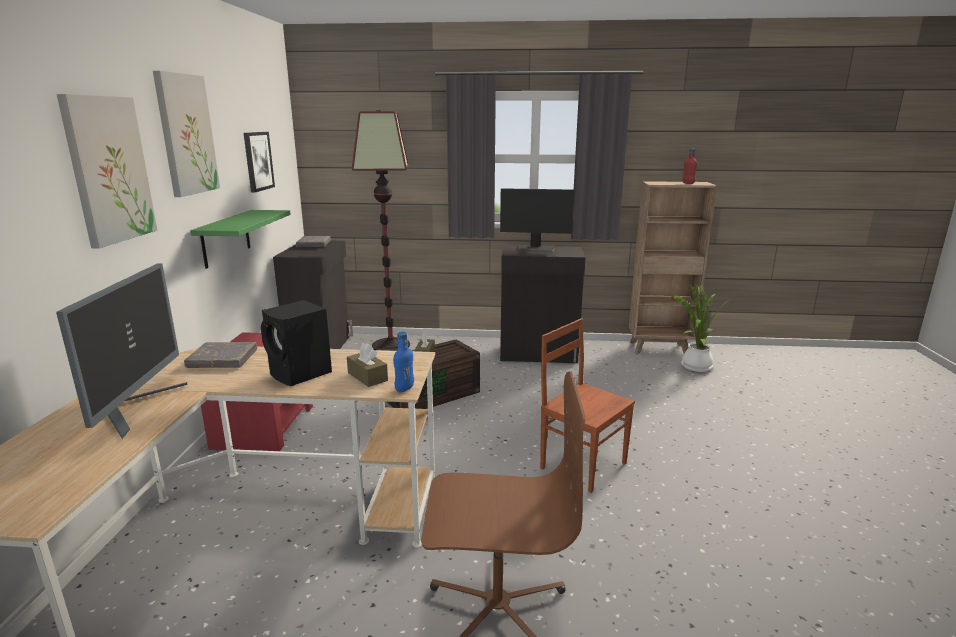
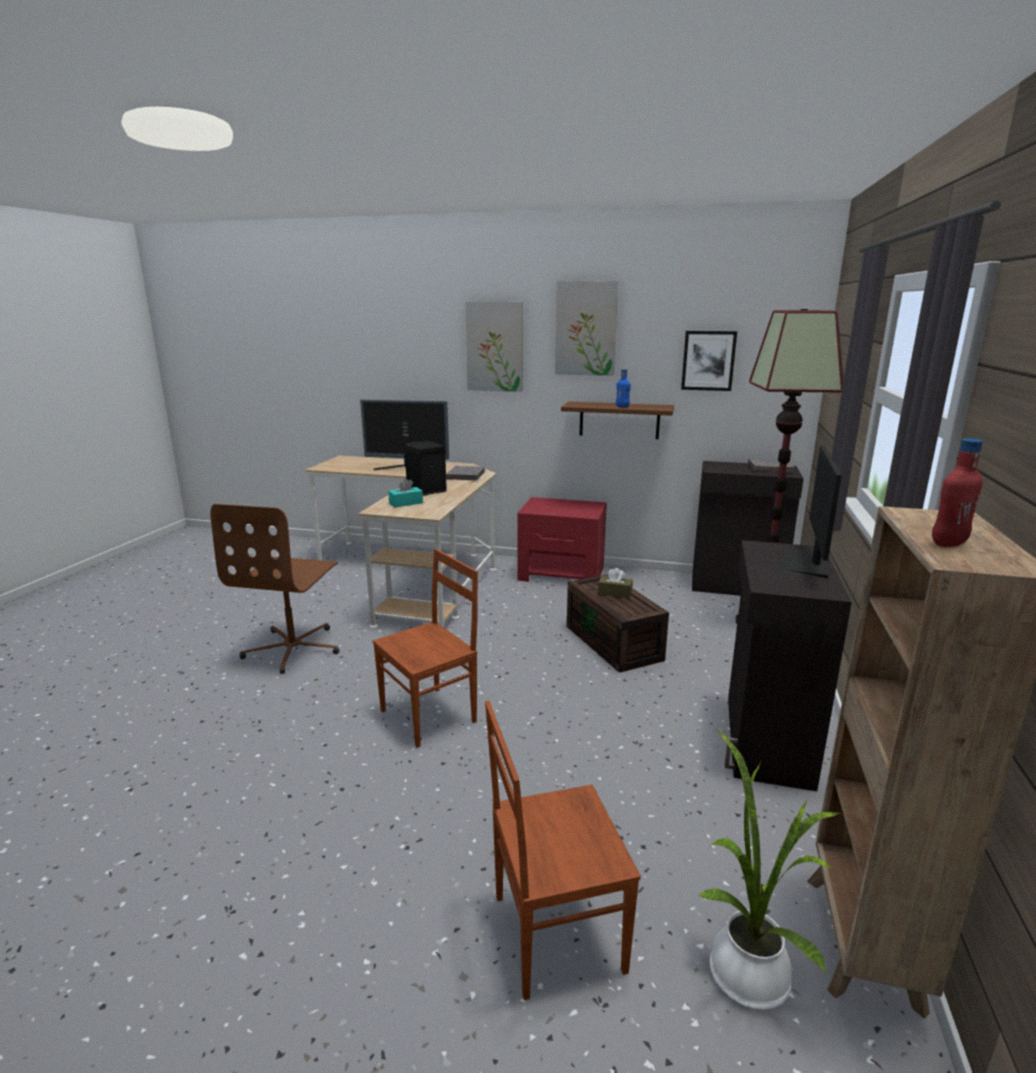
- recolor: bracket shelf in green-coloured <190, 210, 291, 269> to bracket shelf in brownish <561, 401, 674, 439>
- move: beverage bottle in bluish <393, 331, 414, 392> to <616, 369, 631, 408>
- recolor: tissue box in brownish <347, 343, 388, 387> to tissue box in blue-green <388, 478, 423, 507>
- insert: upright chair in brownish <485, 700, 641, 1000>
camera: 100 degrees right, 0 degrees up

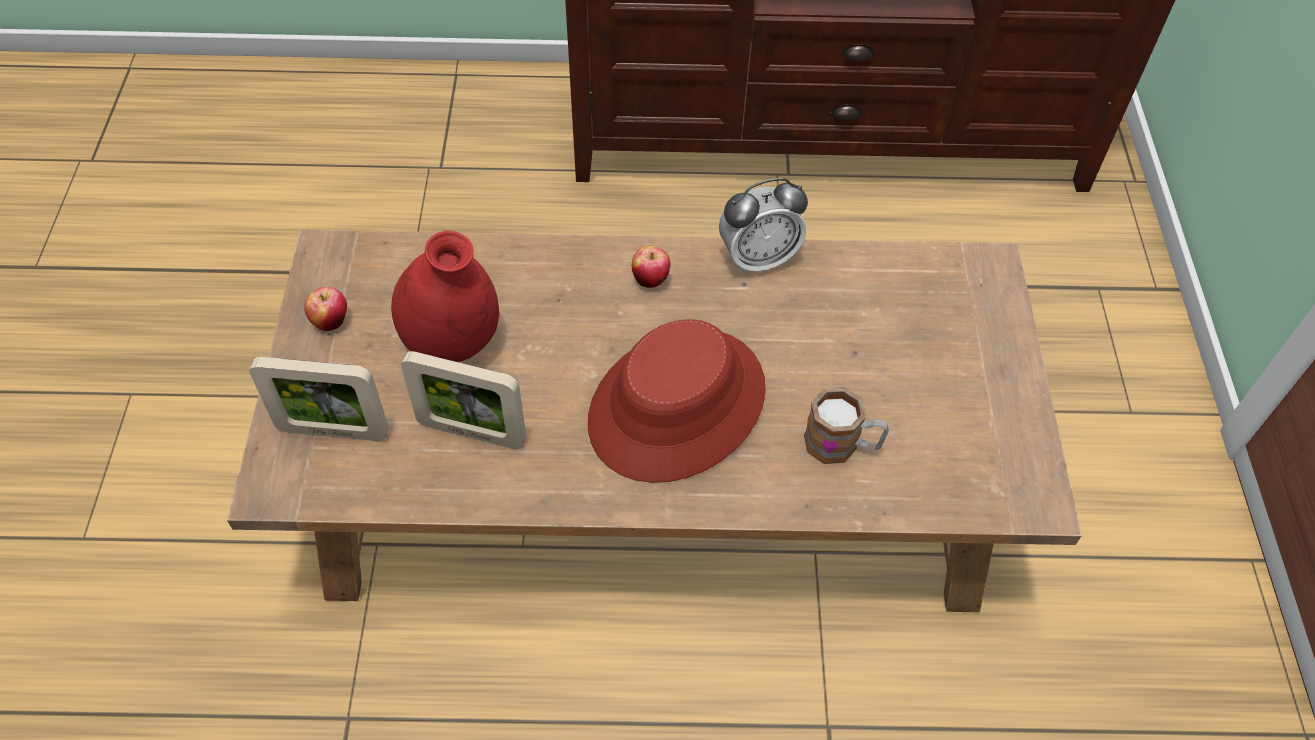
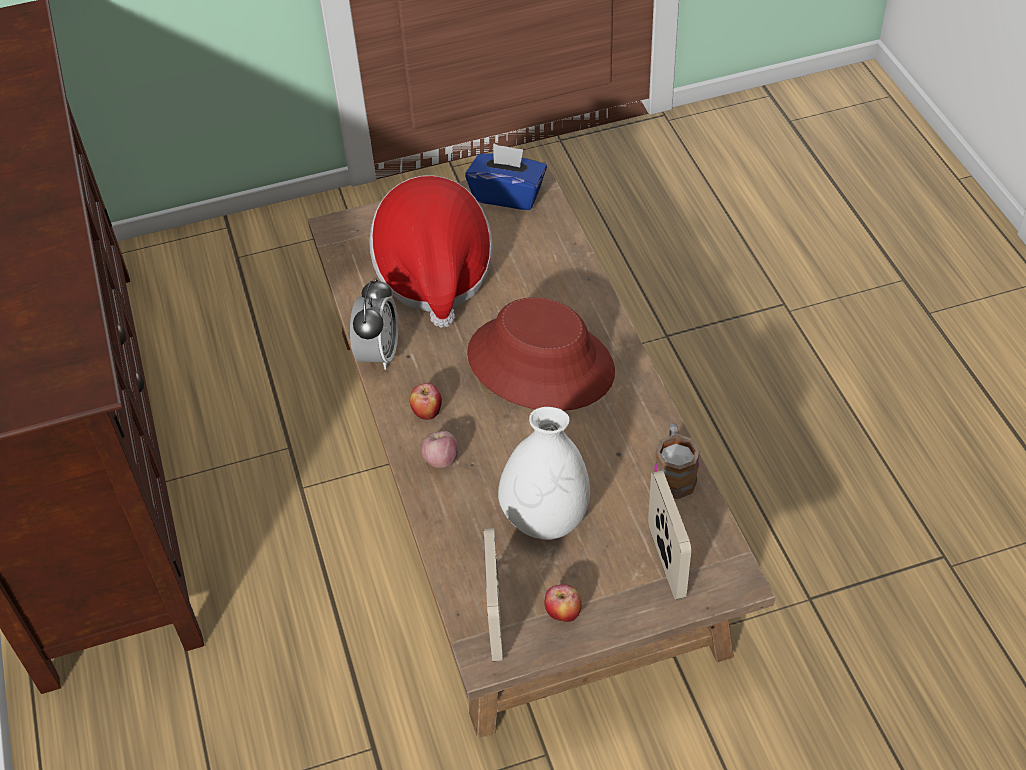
- rotate: alarm clock <719, 178, 808, 274> = <350, 278, 398, 370> 45 degrees clockwise
- recolor: flower vase in reddish <391, 230, 499, 362> to flower vase in white <498, 407, 590, 540>
- move: photo frame <401, 351, 526, 449> to <483, 528, 503, 661>
- move: mug <804, 387, 889, 464> to <654, 423, 700, 499>
- insert: tissue box in bluish <465, 143, 547, 210>
- insert: clothing hat <369, 175, 493, 328>
- insert: apple <421, 431, 458, 468>
camera: 105 degrees left, 5 degrees down

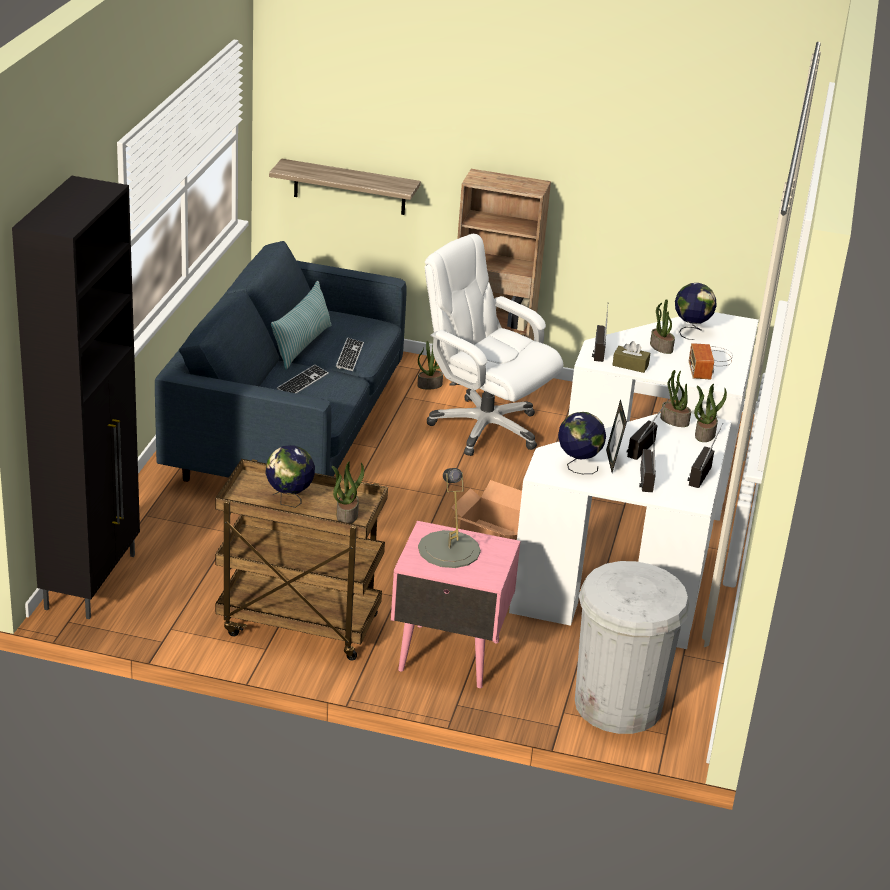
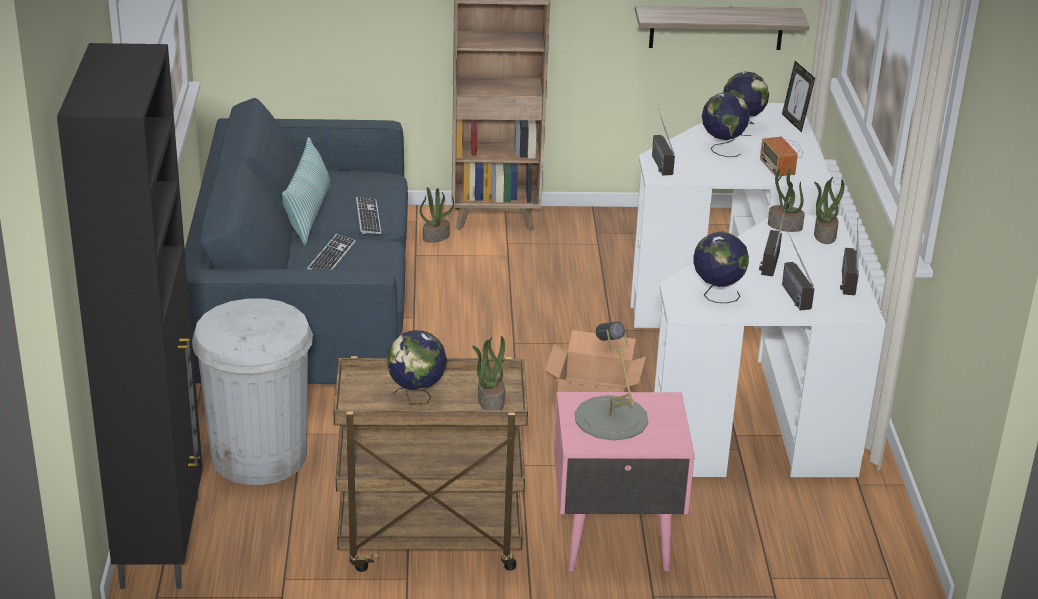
- move: bracket shelf <269, 159, 421, 215> to <635, 6, 810, 50>
- delete: desk chair in white <425, 234, 563, 456>
- replace: potted plant <650, 299, 675, 354> to globe <702, 92, 750, 157>
- delete: tissue box in brownish <612, 341, 650, 373>
- move: photo frame <606, 399, 627, 472> to <782, 61, 815, 133>
- move: rubbish bin in white <575, 561, 690, 734> to <192, 298, 313, 485>
camera: 15 degrees left, 0 degrees up

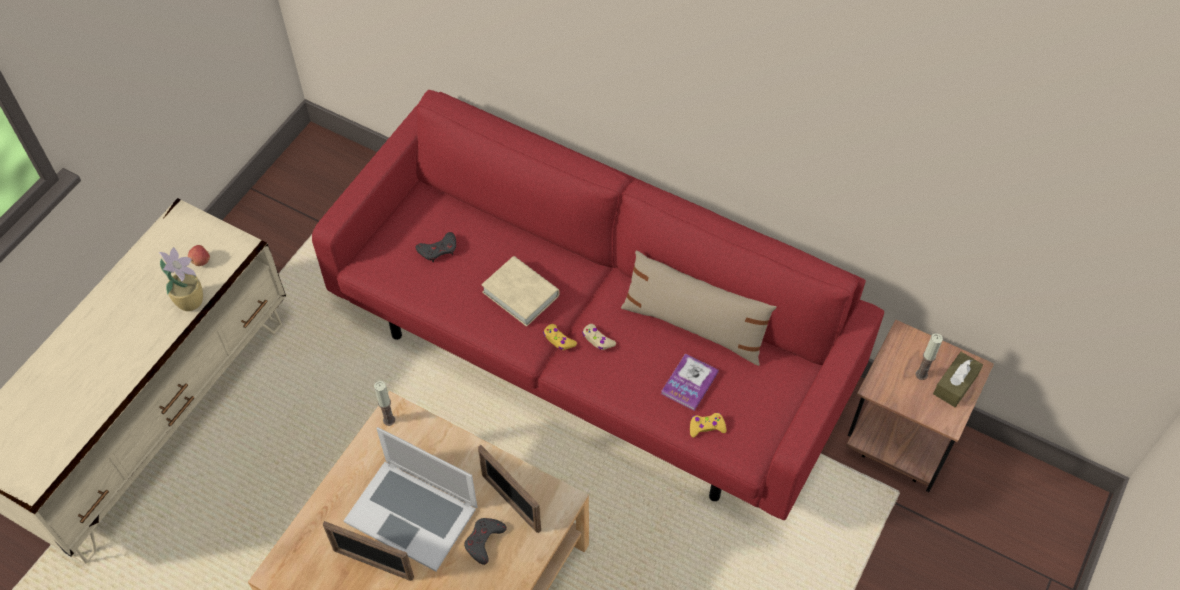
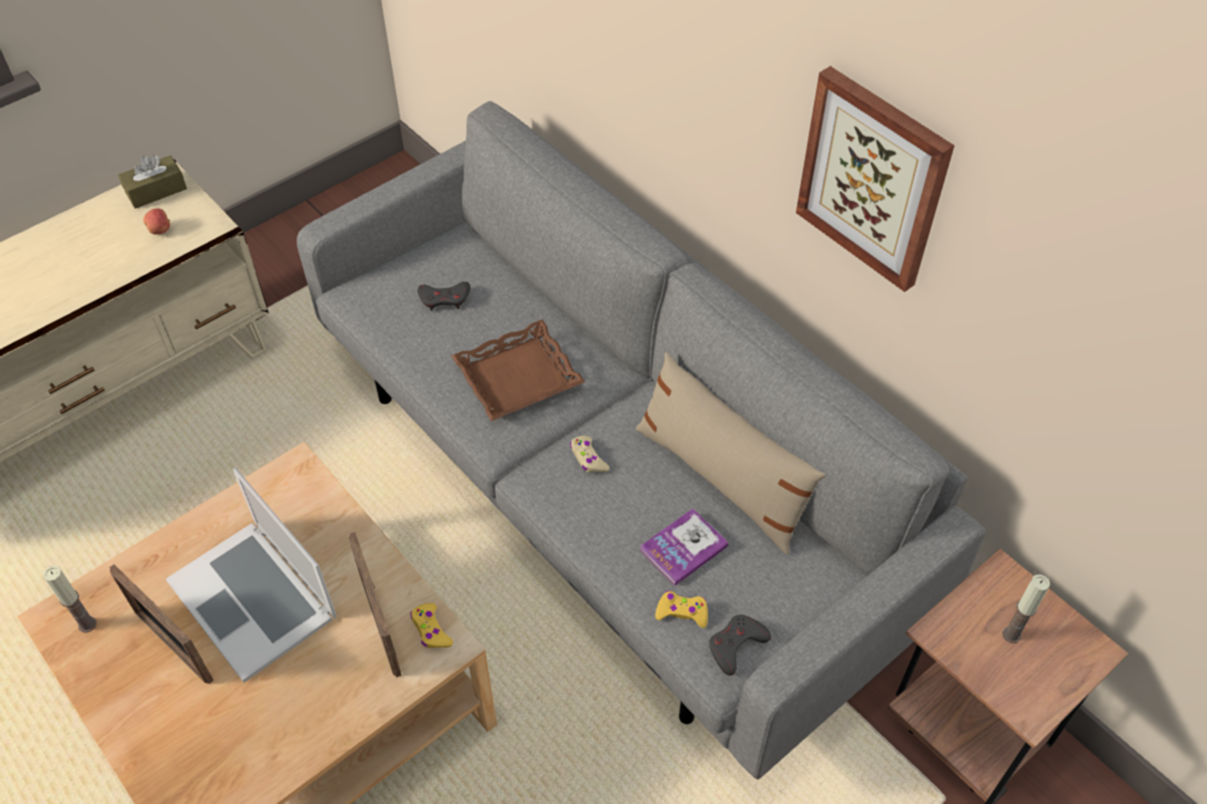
- recolor: couch in reddish <312, 90, 884, 520> to couch in greyish <297, 101, 985, 779>
- delete: potted plant <159, 247, 203, 311>
- replace: book in beige <481, 256, 560, 327> to serving tray in brownish <451, 320, 585, 421>
- move: game controller in yellowish <543, 324, 577, 350> to <410, 603, 453, 648>
- move: tissue box in brownish <933, 352, 983, 407> to <118, 155, 187, 209>
- move: wax light <374, 381, 395, 426> to <43, 566, 97, 633>
- move: game controller in greyish <464, 518, 507, 565> to <709, 615, 771, 676>
- insert: picture <796, 66, 955, 292>
camera: 20 degrees right, 5 degrees down

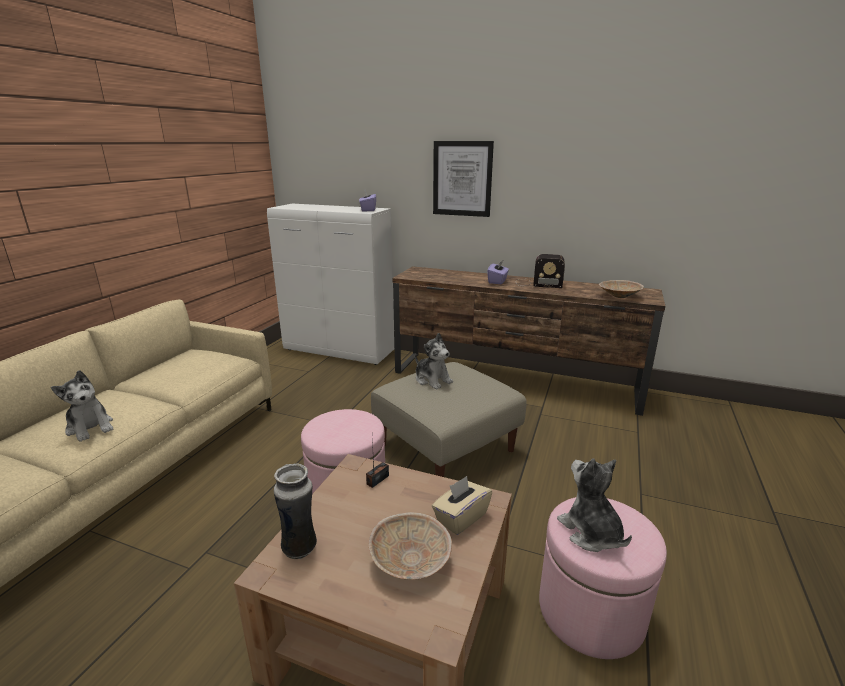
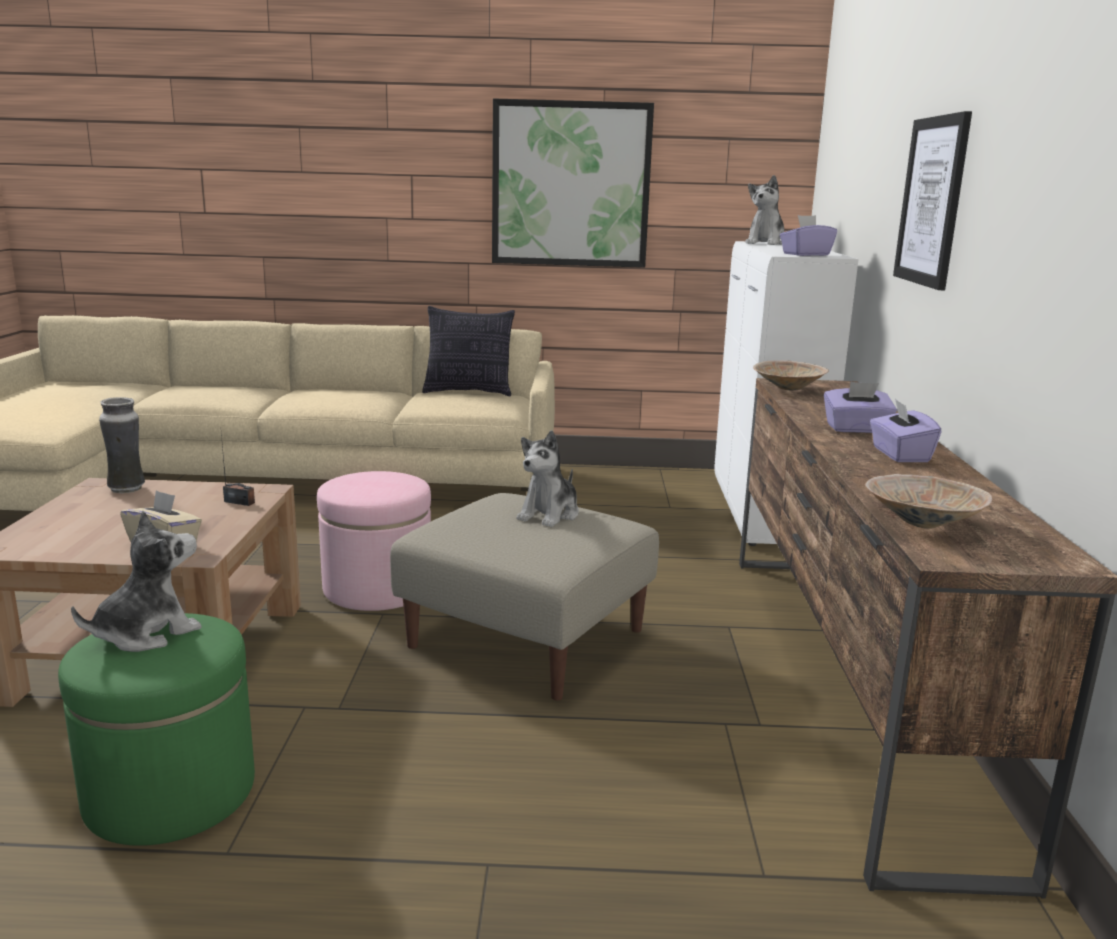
- replace: radio <516, 254, 565, 288> to tissue box in purple-coloured <870, 399, 942, 462>
- move: soft toy <51, 370, 113, 442> to <745, 175, 784, 245>
- recolor: pouffe in pink <539, 497, 667, 659> to pouffe in green-coloured <58, 613, 255, 846>
- move: bowl in beige <369, 512, 452, 580> to <753, 360, 829, 391>
- insert: picture <492, 98, 654, 268>
- insert: throw pillow <422, 306, 515, 396>
camera: 70 degrees right, 5 degrees down

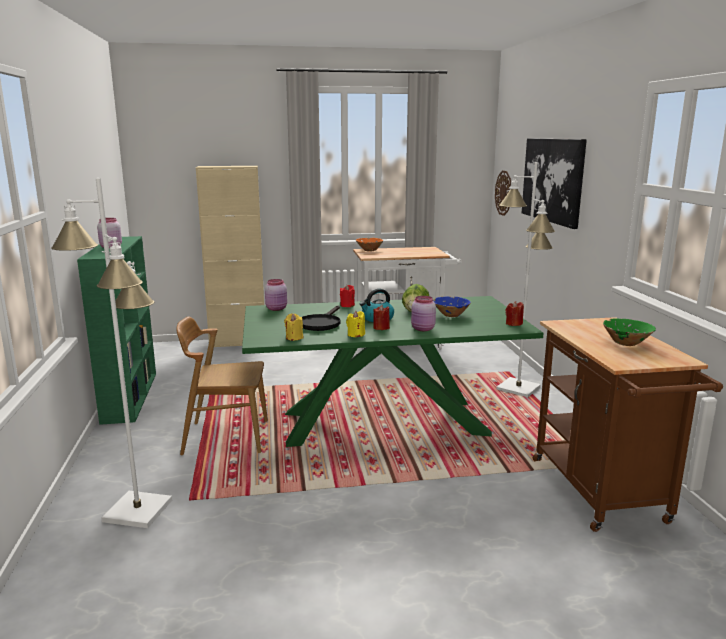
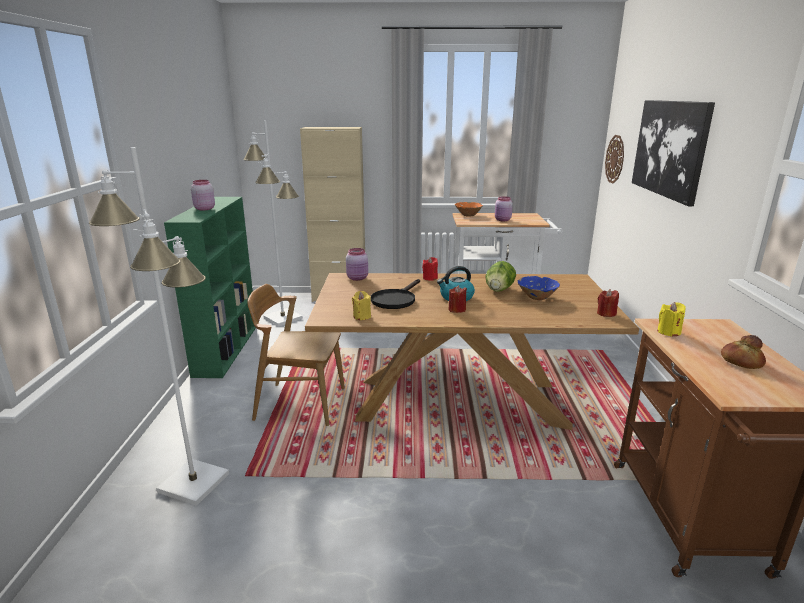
- move: standing lamp in white <496, 162, 555, 397> to <243, 120, 303, 327>
- recolor: kitchen table in green-coloured <242, 296, 544, 447> to kitchen table in brownish <305, 273, 639, 430>
- move: jar in pink <411, 296, 436, 331> to <495, 196, 513, 221>
- move: wax light in yellowish <346, 311, 365, 337> to <657, 302, 686, 337>
- replace: bowl in green-coloured <603, 319, 656, 346> to baked bread <721, 335, 766, 369>
camera: 10 degrees right, 5 degrees up

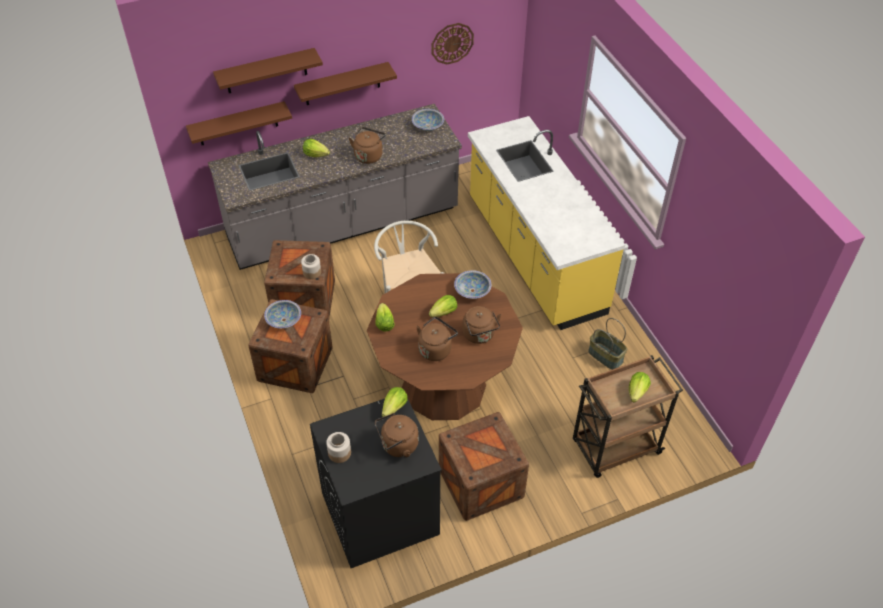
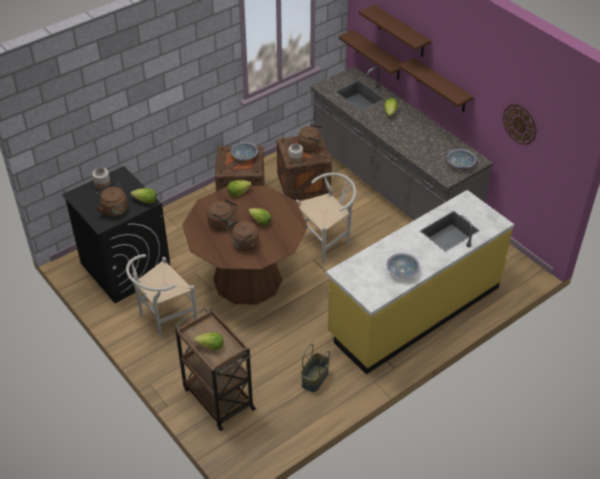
- move: water kettle in brownish <349, 127, 386, 164> to <298, 124, 323, 153>
- move: bowl <454, 270, 492, 299> to <387, 253, 420, 278>
- replace: packing crate <439, 412, 529, 521> to upright chair in white <126, 254, 197, 337>
camera: 75 degrees right, 5 degrees down

